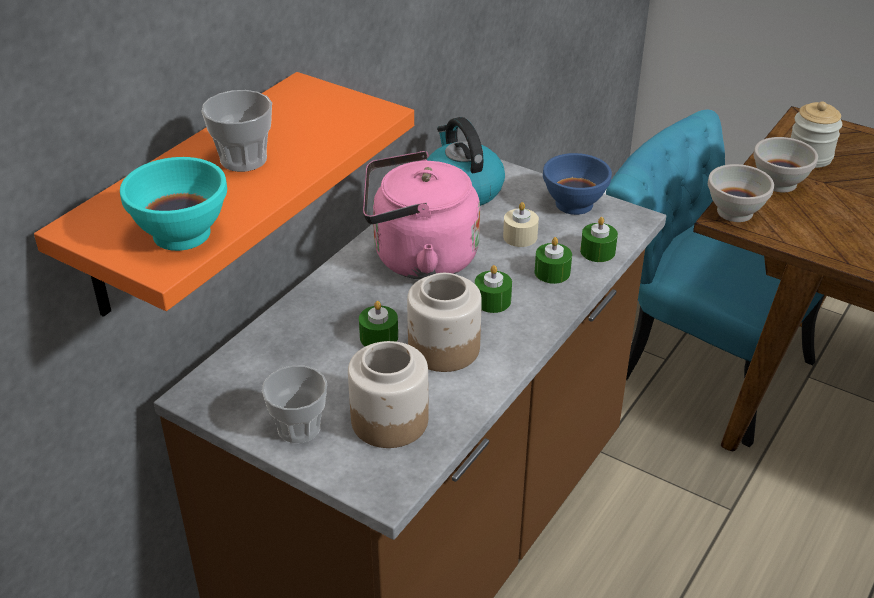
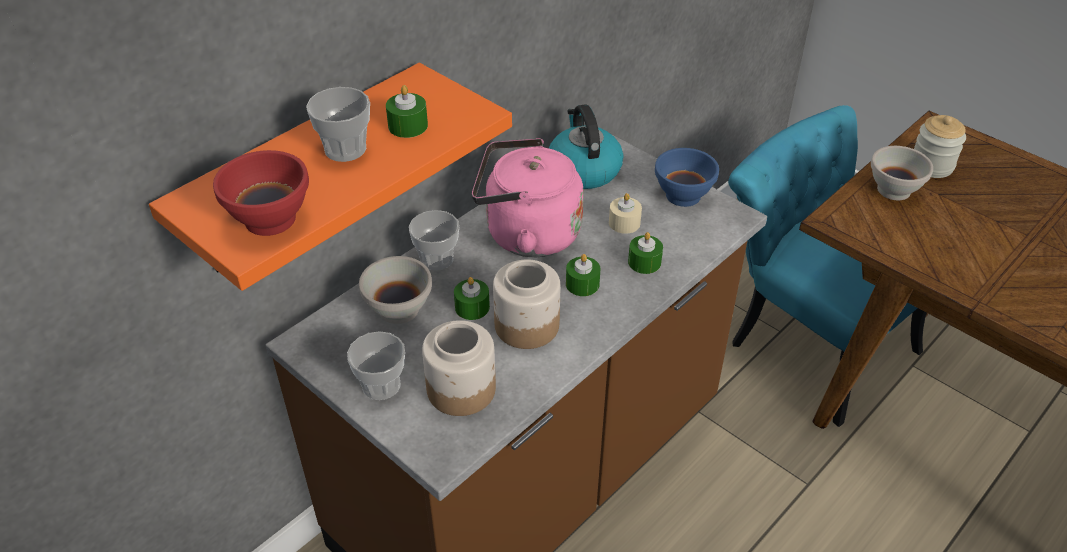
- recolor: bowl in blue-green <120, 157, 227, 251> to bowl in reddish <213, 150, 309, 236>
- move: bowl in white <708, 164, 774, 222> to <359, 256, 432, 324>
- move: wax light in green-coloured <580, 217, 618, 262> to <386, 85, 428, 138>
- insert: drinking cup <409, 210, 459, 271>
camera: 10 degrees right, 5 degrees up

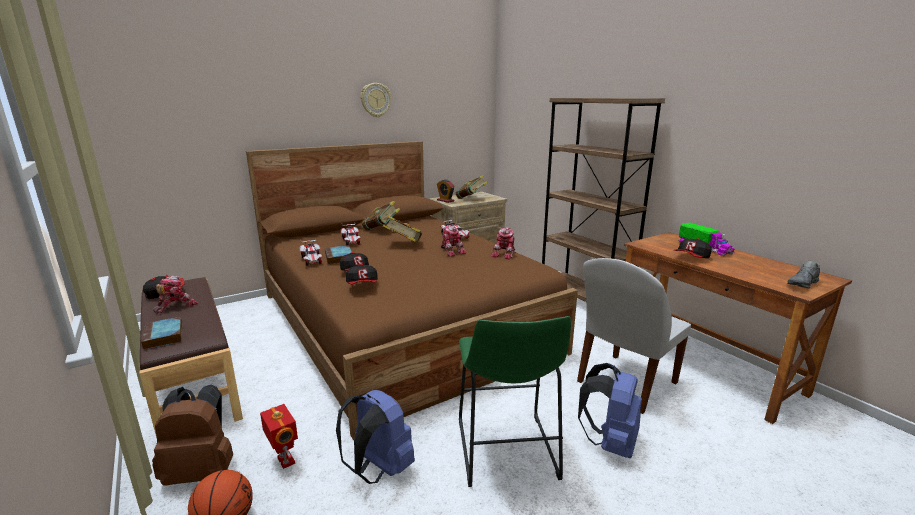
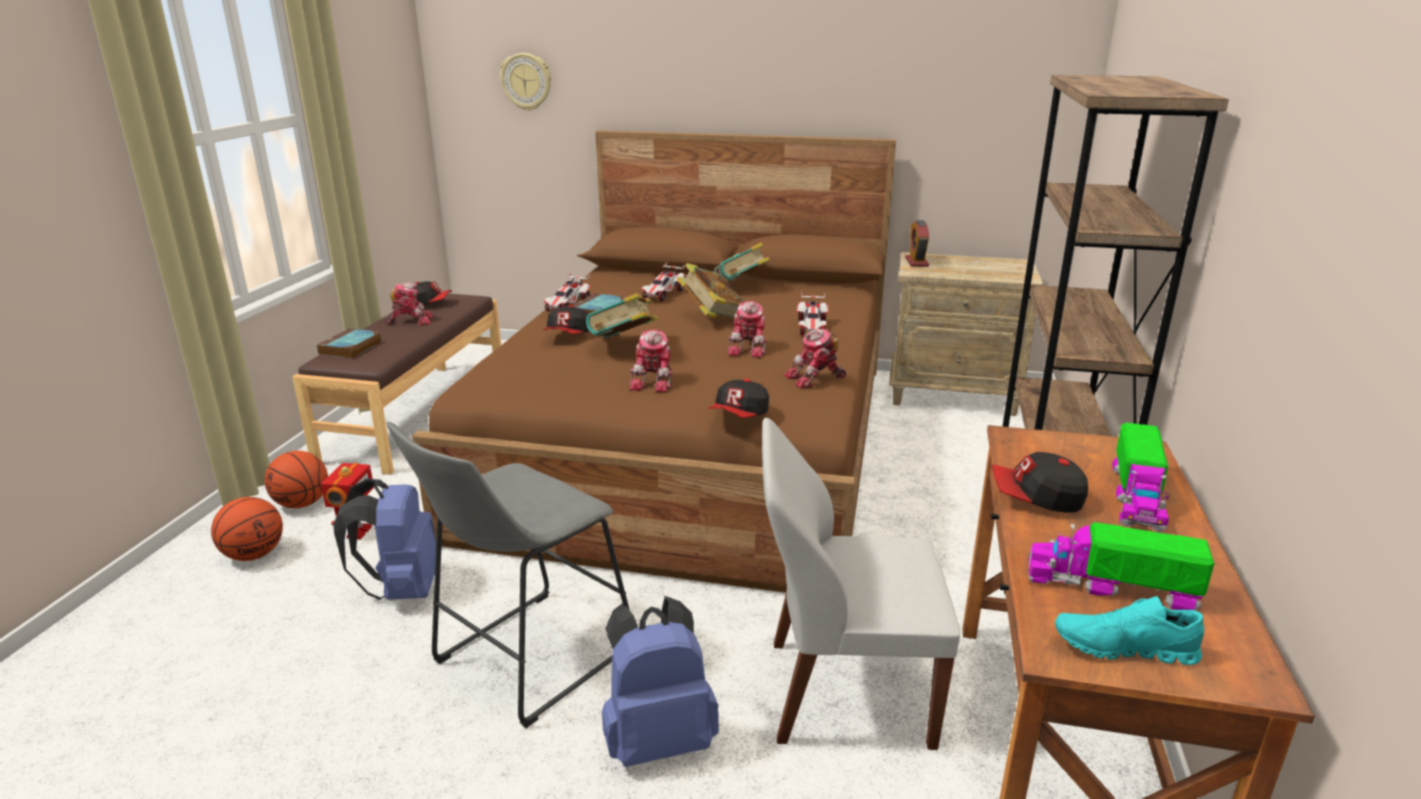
- move: clock on the wall <361, 83, 391, 117> to <500, 53, 551, 111>
- move: book <455, 175, 488, 199> to <586, 293, 658, 338>
- recolor: low shoe in greyish <787, 261, 820, 289> to low shoe in blue-green <1055, 596, 1204, 665>
- move: cap <346, 264, 378, 285> to <708, 379, 769, 418>
- recolor: stool seat in green-coloured <459, 316, 571, 487> to stool seat in greyish <386, 421, 630, 728>
- replace: backpack in brownish <152, 384, 233, 486> to ball for basketball <265, 451, 328, 508>
- insert: robot figure <629, 330, 673, 393>
- insert: toy truck <1028, 522, 1214, 610>
camera: 45 degrees right, 5 degrees up

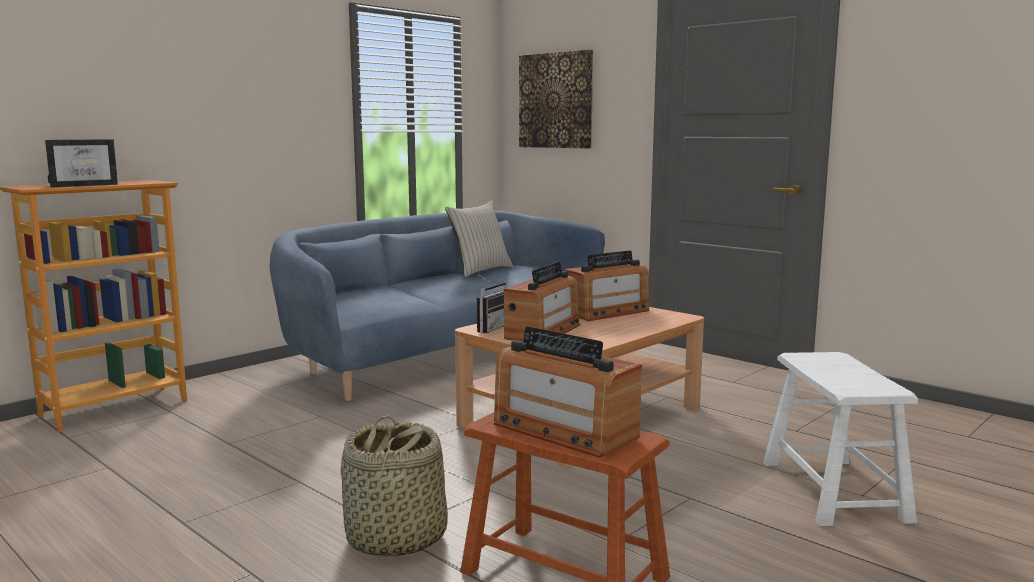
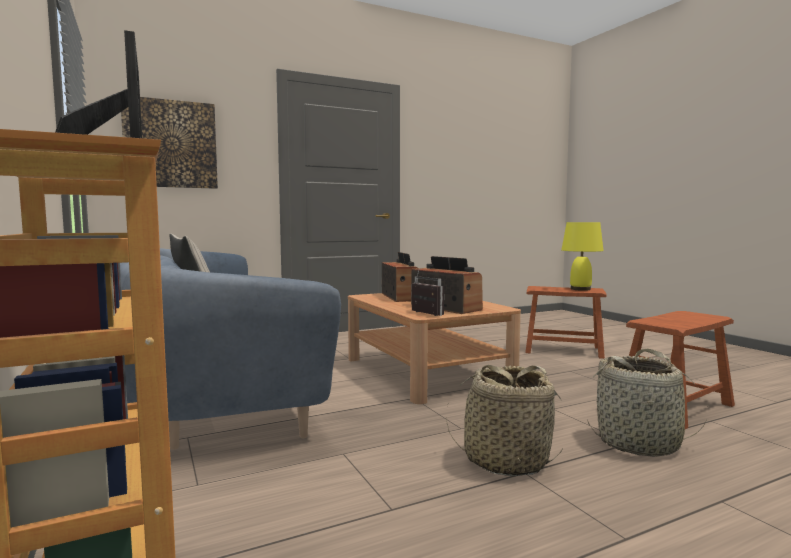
- delete: radio <494, 326, 642, 458>
- recolor: stool seat in white <763, 352, 918, 526> to stool seat in brownish <525, 286, 607, 359>
- insert: lamp for a table in yellowish <561, 222, 604, 291>
- insert: storage basket <446, 365, 564, 476>
camera: 70 degrees left, 5 degrees down

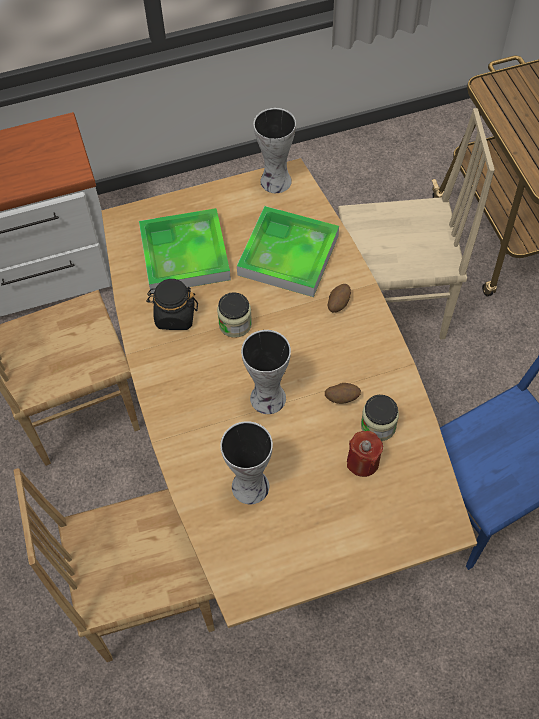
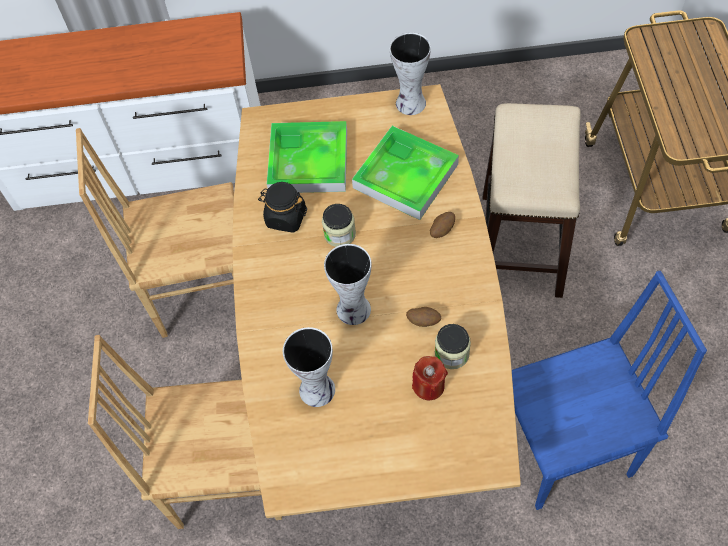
- replace: upright chair in beige <338, 108, 495, 340> to stool seat <482, 103, 581, 298>
camera: 15 degrees right, 0 degrees up

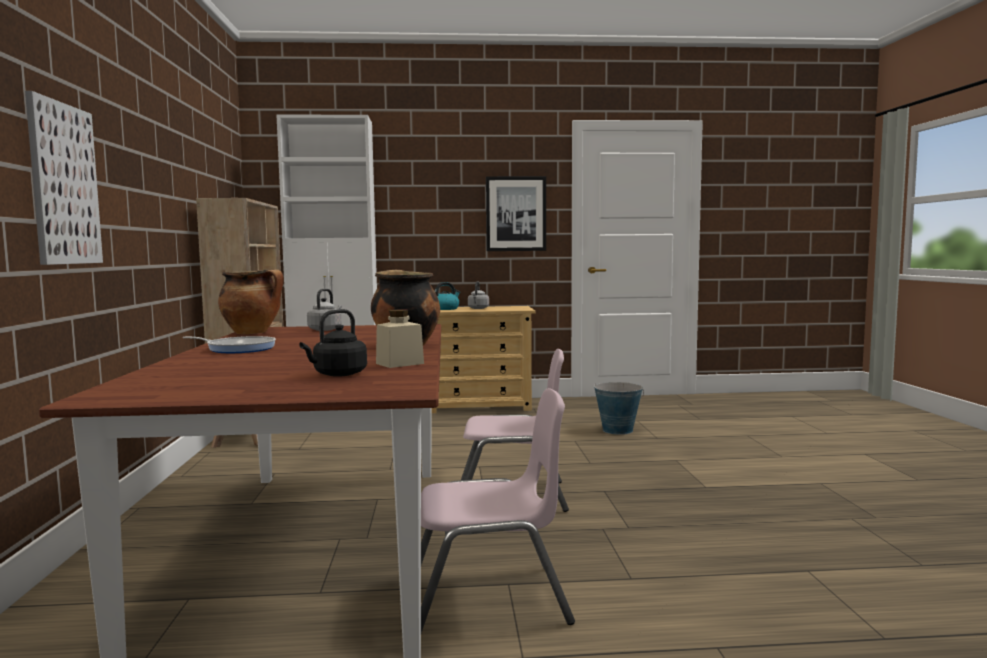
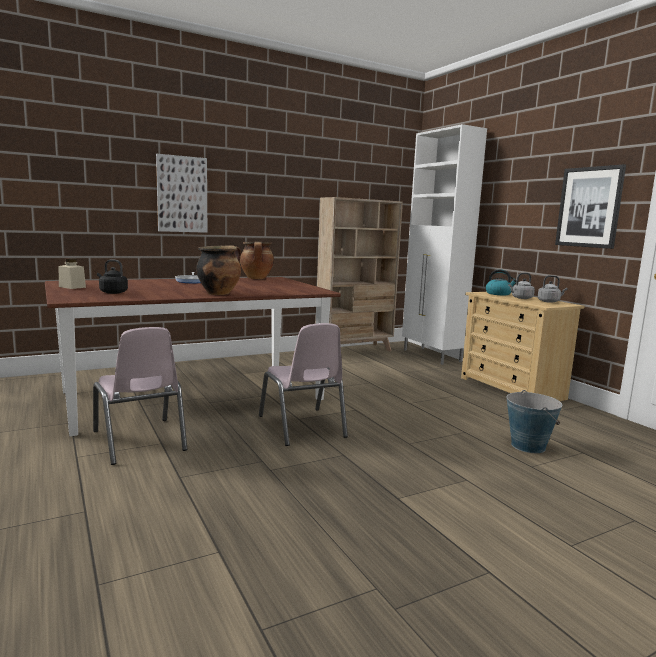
- move: water kettle in greyish <307, 289, 342, 331> to <538, 275, 568, 303>
- move: jar in beige <376, 309, 424, 368> to <59, 258, 86, 289>
camera: 65 degrees right, 5 degrees up

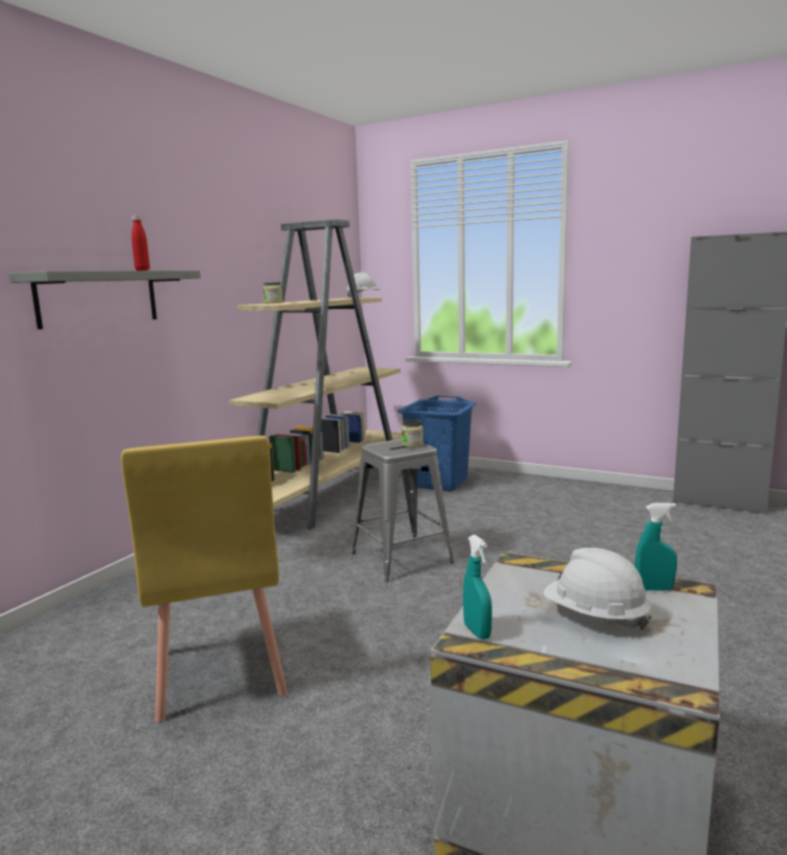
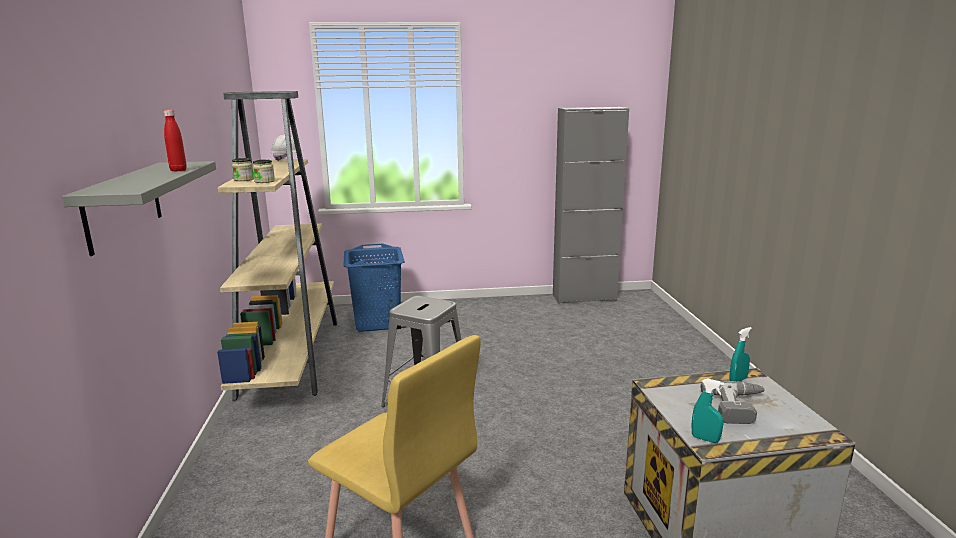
- move: jar <401, 420, 423, 447> to <253, 160, 275, 183>
- replace: hard hat in white <543, 548, 652, 631> to drill <701, 381, 766, 424>
camera: 35 degrees left, 5 degrees up

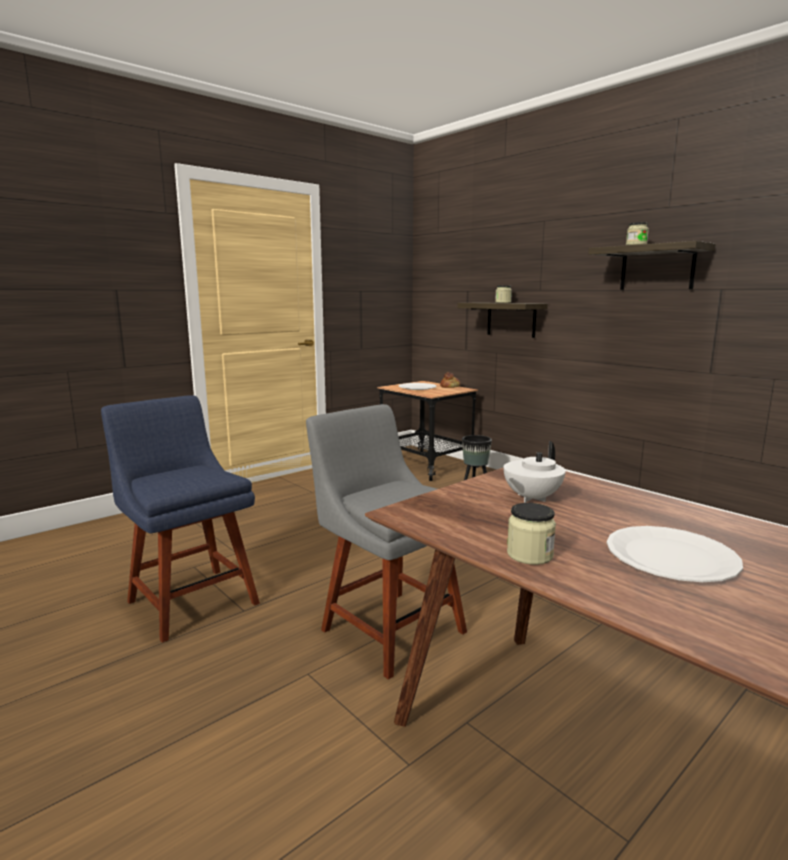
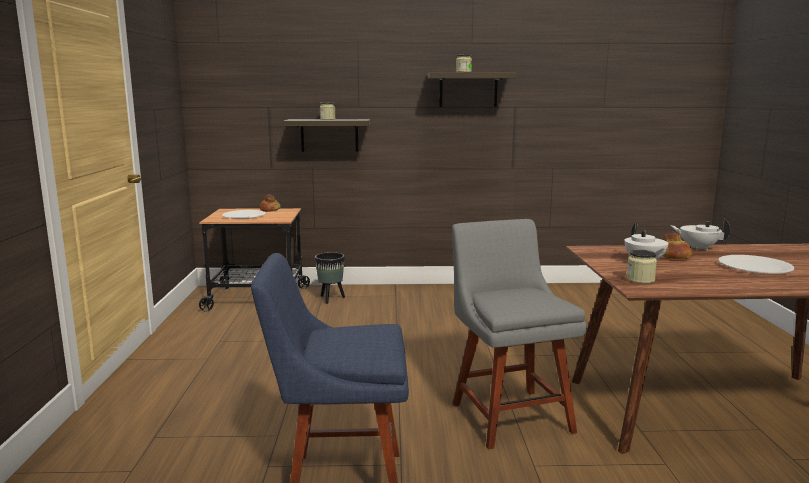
- rotate: upright chair in greyish <306, 404, 467, 680> = <452, 219, 587, 450> 75 degrees clockwise
- move: jar <507, 503, 556, 565> to <627, 250, 657, 284>
- insert: tea pot in white <670, 218, 730, 250>
- insert: baked bread <663, 231, 693, 259>
camera: 50 degrees left, 0 degrees up

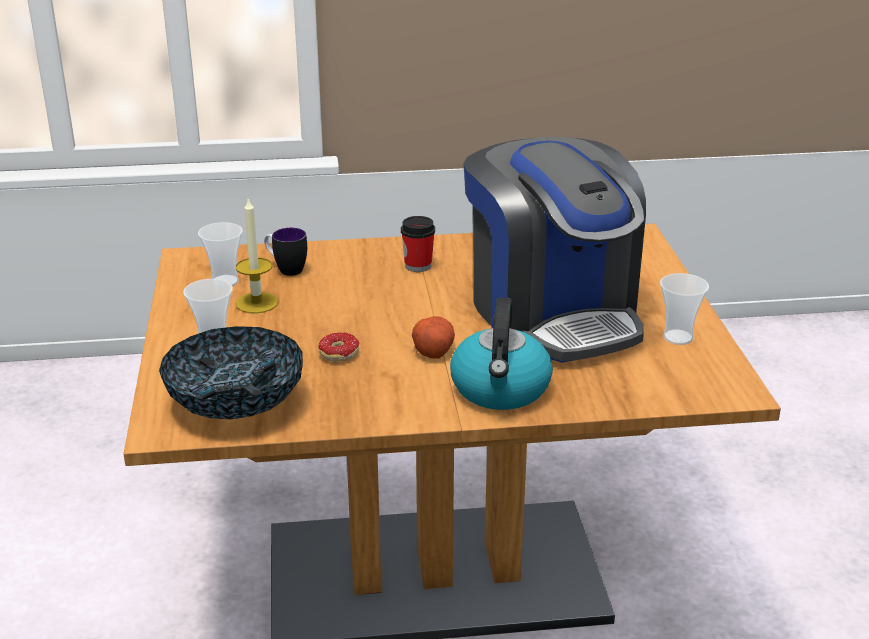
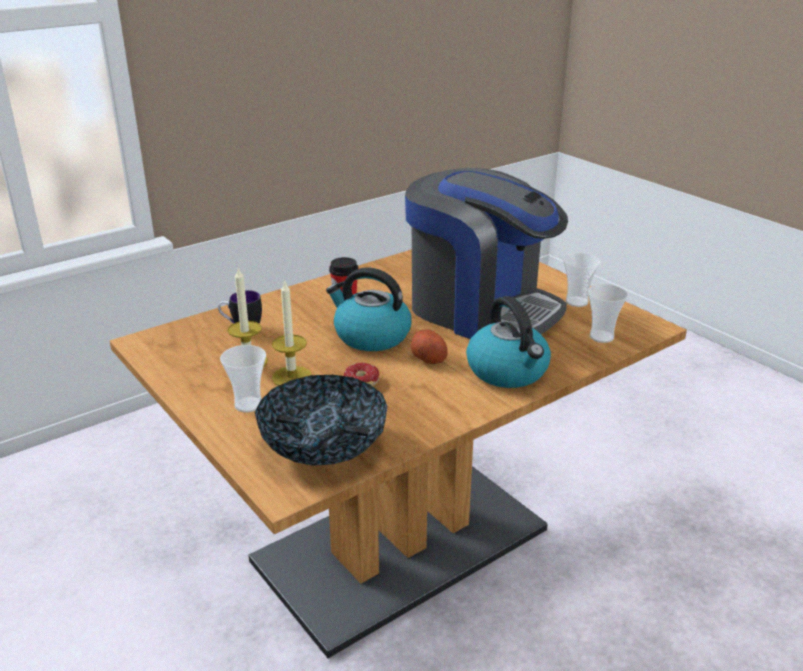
- move: drinking cup <198, 222, 243, 286> to <588, 284, 628, 343>
- insert: water kettle <326, 267, 412, 351>
- insert: wax light <272, 280, 312, 386>
camera: 30 degrees left, 0 degrees up

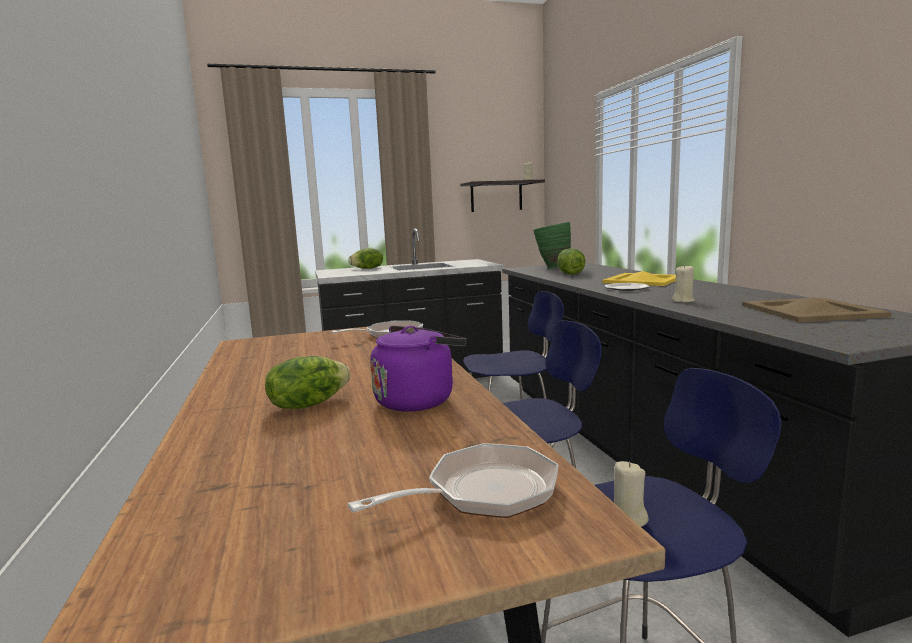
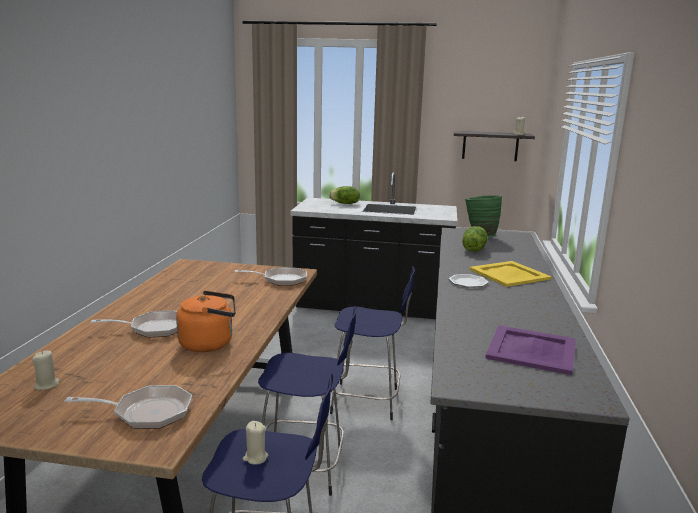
- move: wax light in beige <672, 264, 695, 302> to <32, 351, 60, 390>
- recolor: serving tray in beige <742, 297, 891, 322> to serving tray in purple-coloured <485, 325, 576, 375>
- recolor: water kettle in purple-coloured <370, 326, 467, 411> to water kettle in orange-coloured <176, 290, 236, 352>
- replace: head of lettuce <265, 356, 351, 409> to frying pan <91, 310, 177, 338>
camera: 25 degrees right, 5 degrees up

